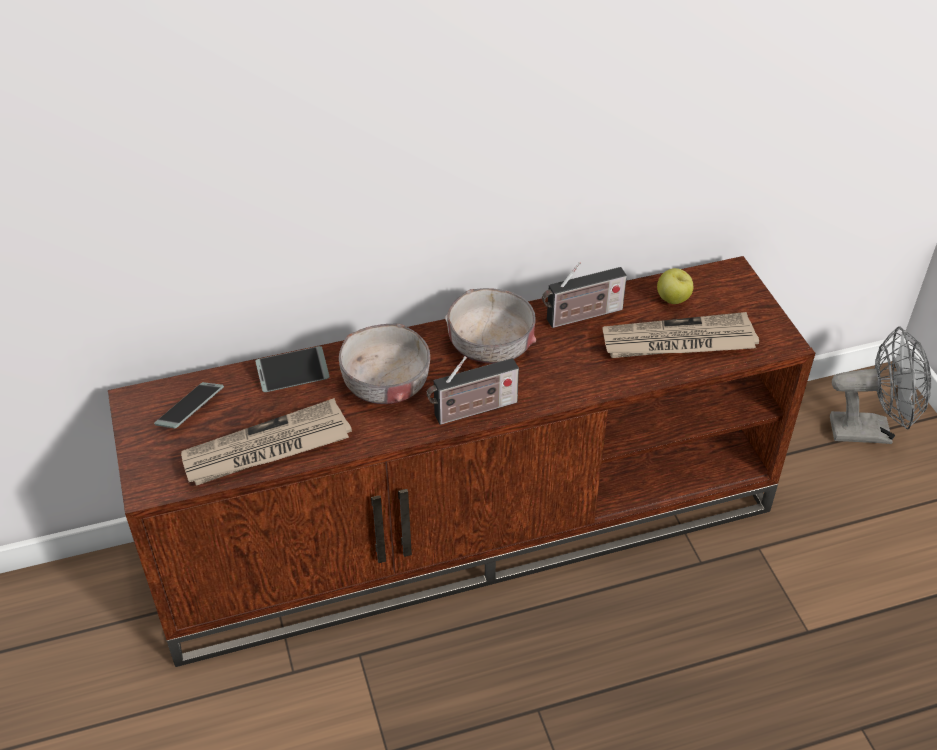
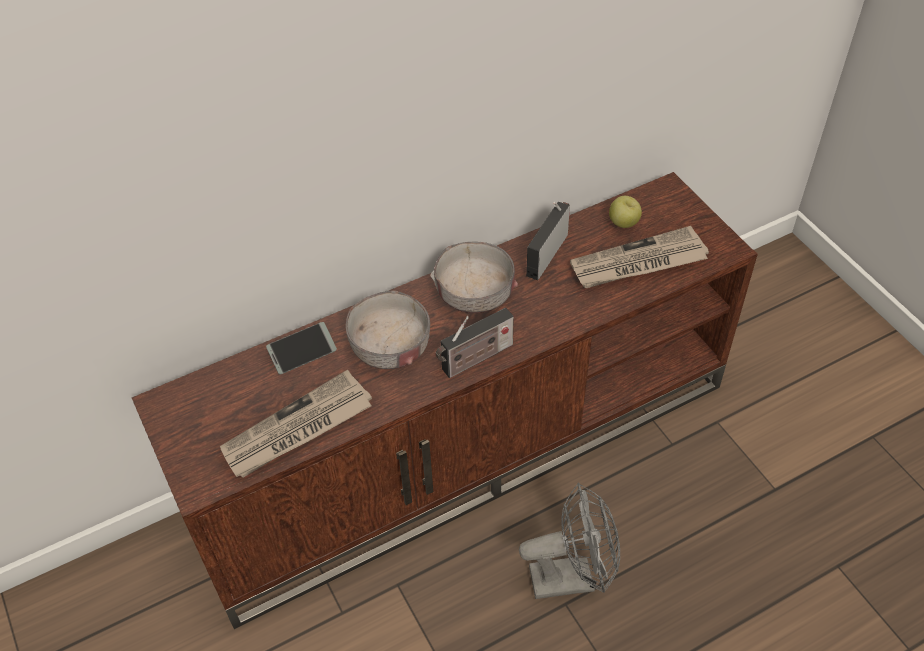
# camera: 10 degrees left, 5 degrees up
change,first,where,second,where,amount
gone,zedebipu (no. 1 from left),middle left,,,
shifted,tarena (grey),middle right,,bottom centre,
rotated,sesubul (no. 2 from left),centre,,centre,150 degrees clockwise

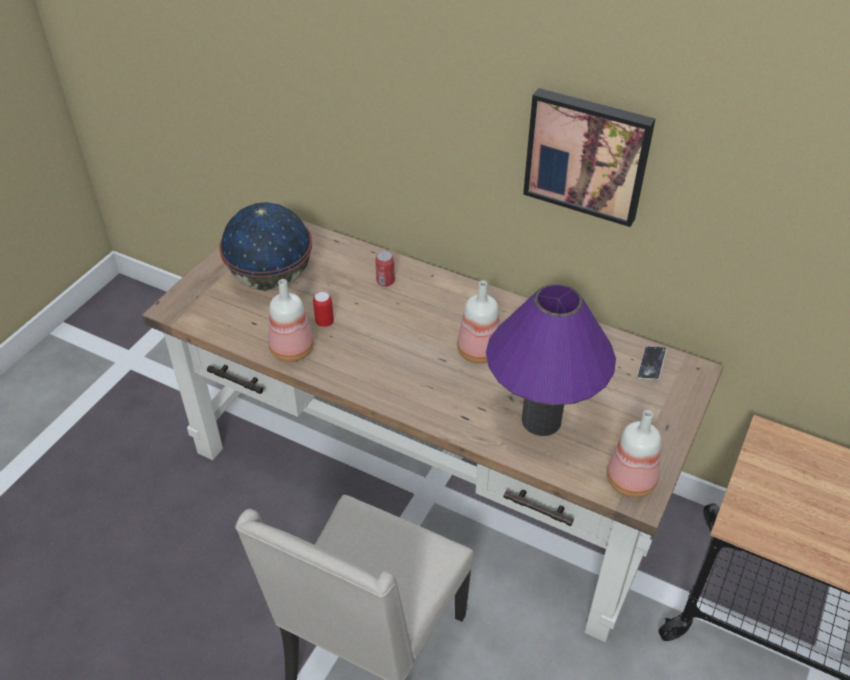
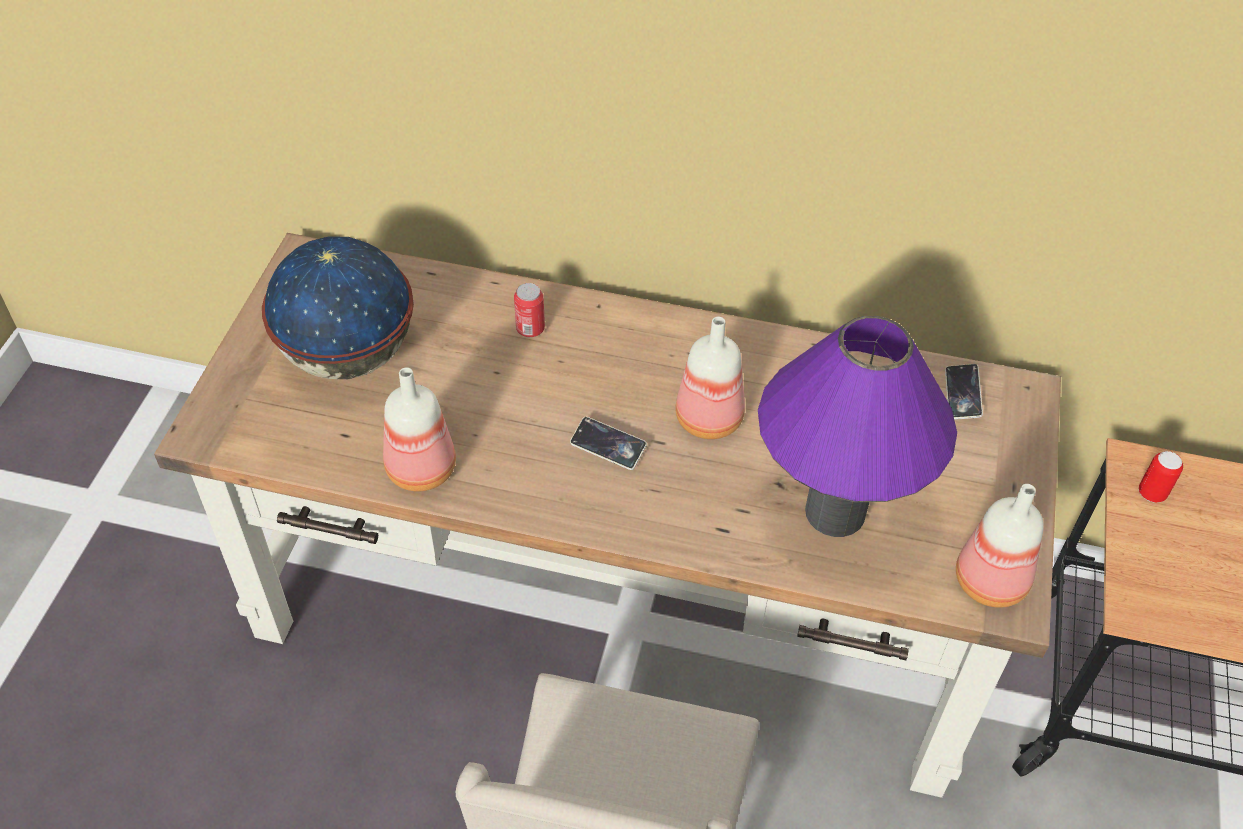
# camera: 15 degrees left, 5 degrees up
change,first,where,second,where,amount
gone,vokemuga,top right,,,
new,,,zedebipu (no. 1 from left),centre,
shifted,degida (no. 1 from left in the first image),centre,degida (no. 2 from left),middle right,

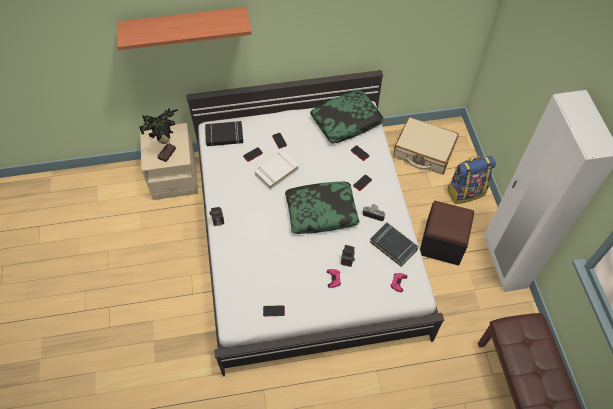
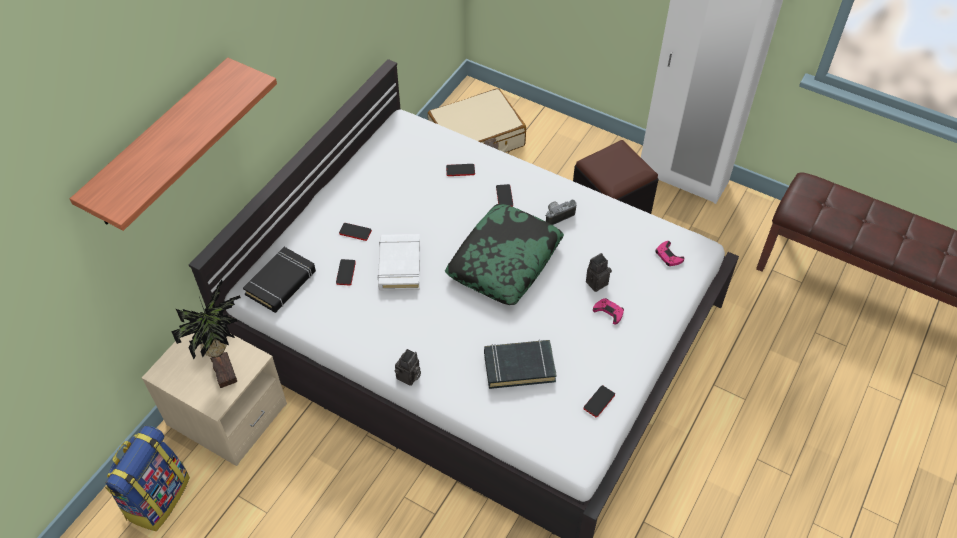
# camera: 50 degrees left, 5 degrees down
change,first,where,second,where,amount
gone,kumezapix (no. 2 from left),top centre,,,
shifted,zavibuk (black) (no. 2 from left),centre,,bottom centre,
shifted,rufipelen,middle right,,bottom left,

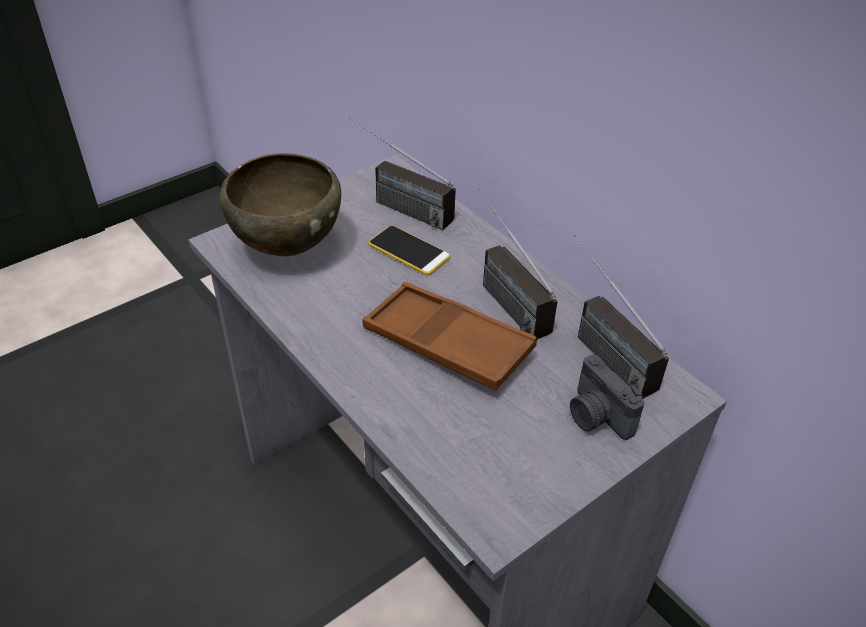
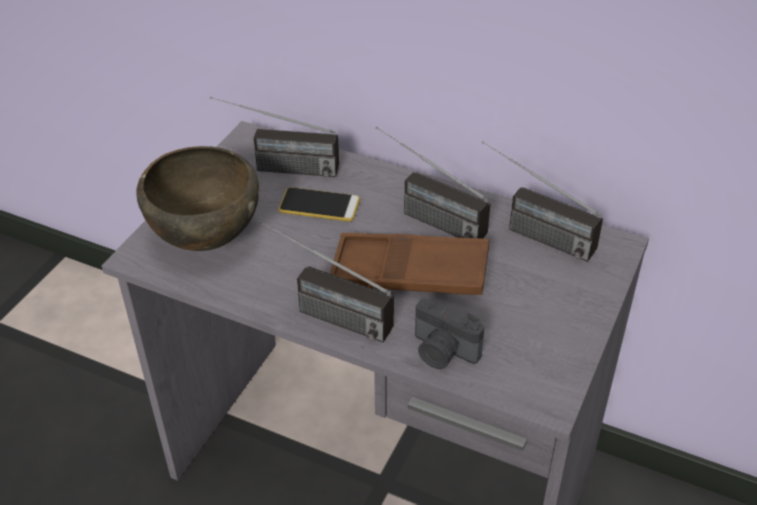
# camera: 25 degrees left, 0 degrees up
change,first,where,second,where,amount
new,,,sesubul (no. 2 from left),centre,
shifted,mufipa,middle right,,centre,

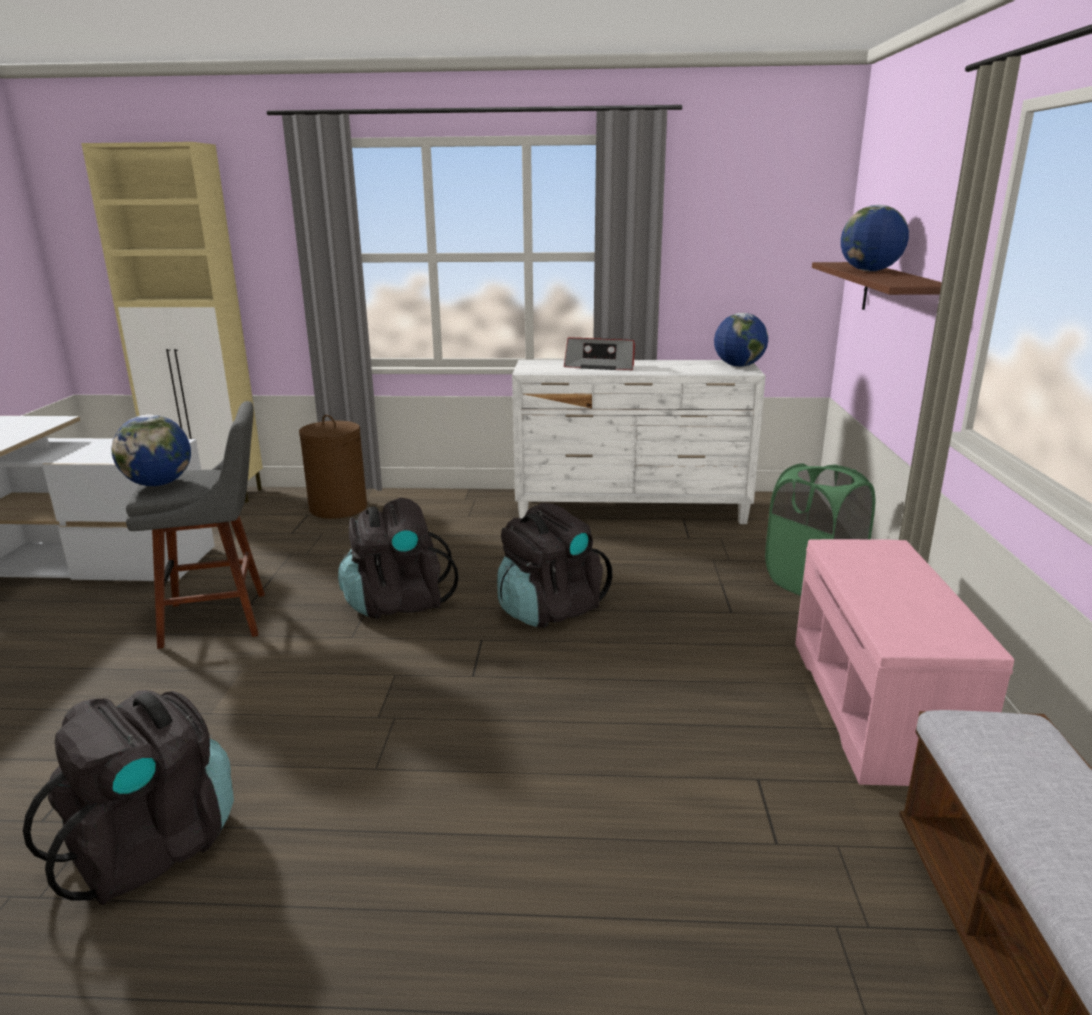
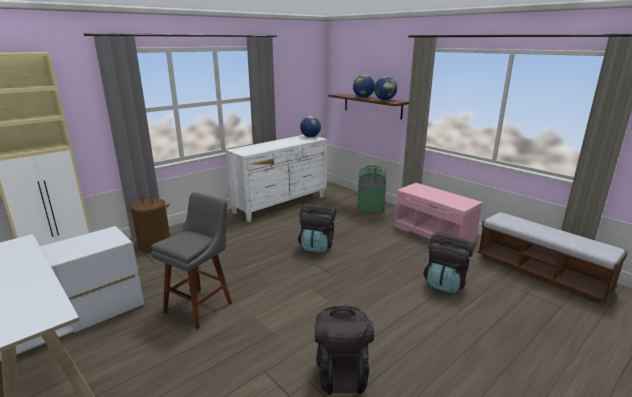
# camera: 45 degrees left, 0 degrees up
change,first,where,second,where,amount
gone,sesubul,centre,,,
shifted,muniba (no. 1 from left in the first image),middle left,muniba (no. 3 from left),top centre,
shifted,rufipelen (black) (no. 2 from left in the first image),centre,rufipelen (black) (no. 3 from left),middle right,

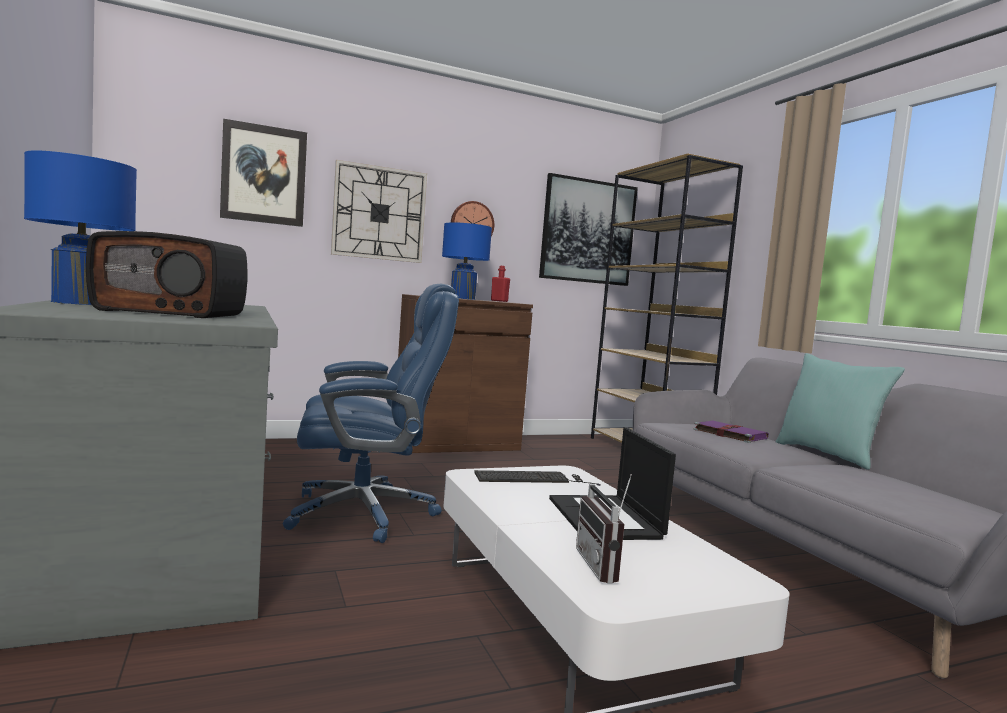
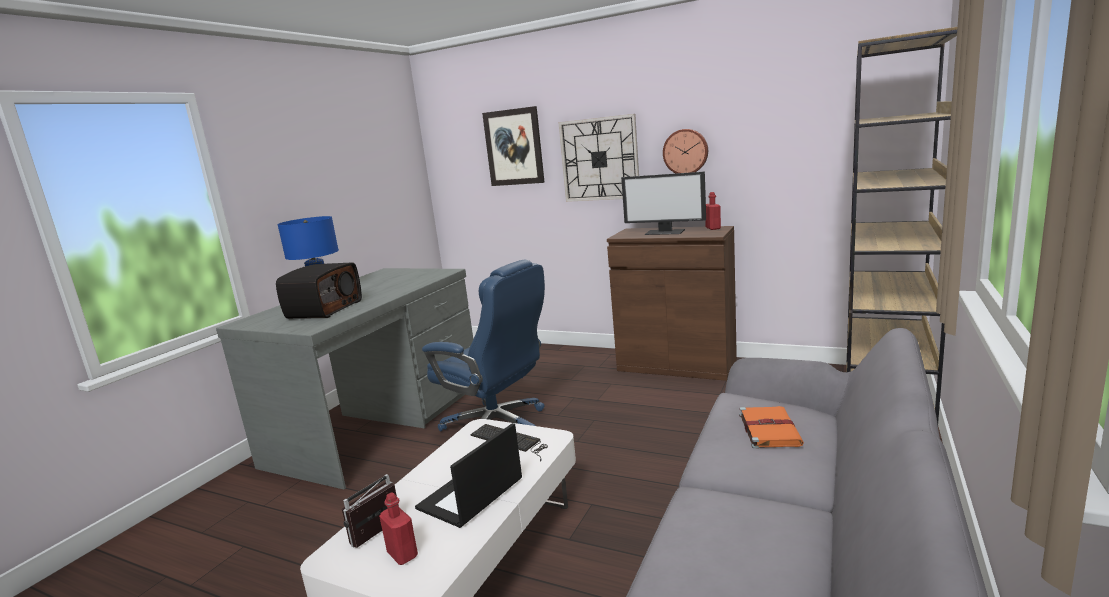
# camera: 50 degrees right, 10 degrees up
change,first,where,second,where,amount
gone,vokemuga (no. 2 from left),top centre,,,
gone,kumezapix (turquoise),middle right,,,
new,,,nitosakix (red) (no. 1 from left),bottom centre,
swapped,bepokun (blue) (no. 2 from left),centre,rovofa,centre,
repainted,zavibuk (purple),middle right,zavibuk (orange),bottom right,
rotated,sesubul (no. 1 from left),middle left,,middle left,120 degrees counterclockwise

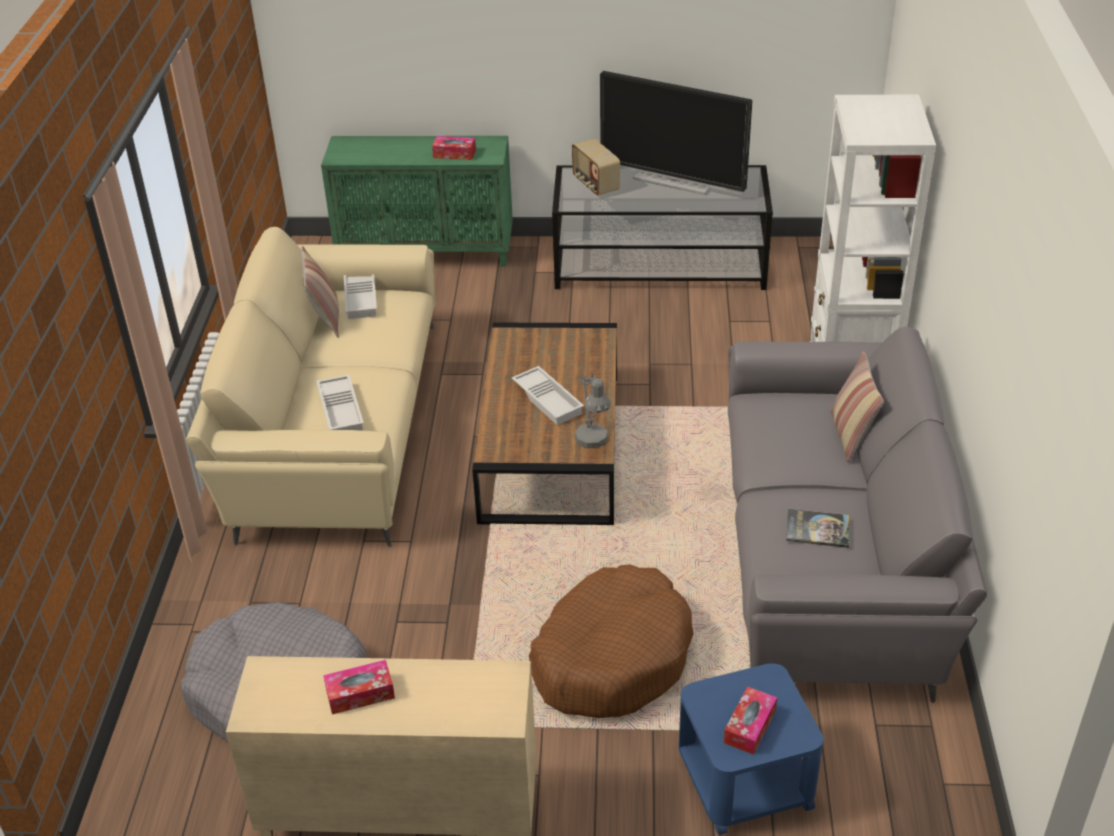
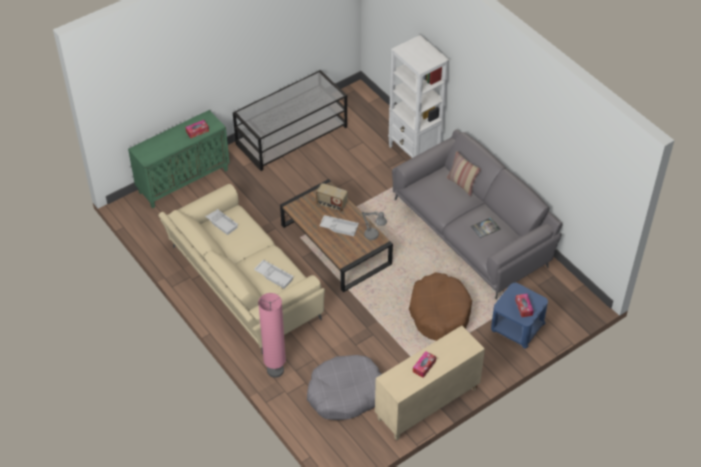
# camera: 40 degrees left, 10 degrees up
change,first,where,second,where,amount
gone,kumezapix (no. 1 from left),middle left,,,
gone,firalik,top centre,,,
new,,,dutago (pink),bottom centre,
shifted,sesubul,top centre,,centre,

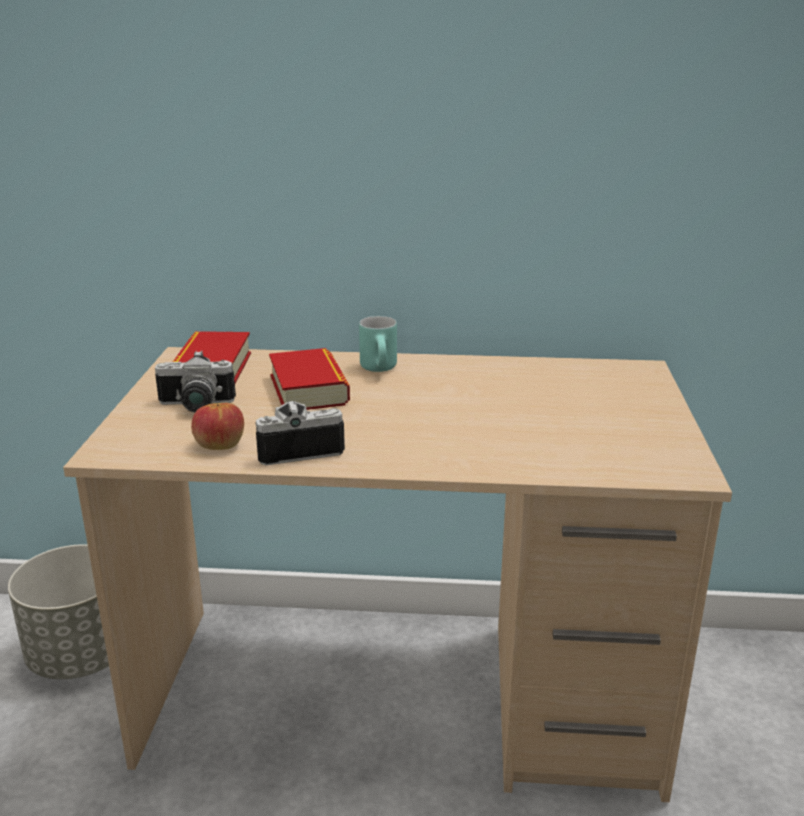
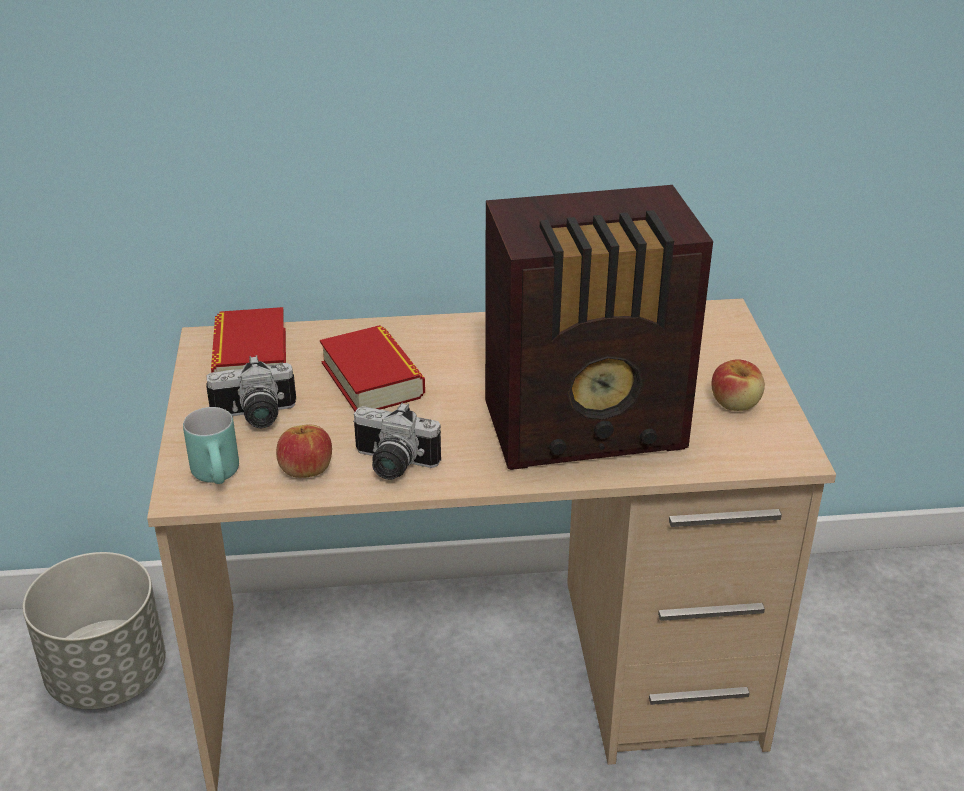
# camera: 10 degrees left, 10 degrees up
change,first,where,second,where,amount
new,,,sesubul,centre,
new,,,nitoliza (no. 2 from left),middle right,
shifted,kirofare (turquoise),centre,,middle left,
rotated,mufipa (no. 2 from left),centre,,centre,135 degrees counterclockwise

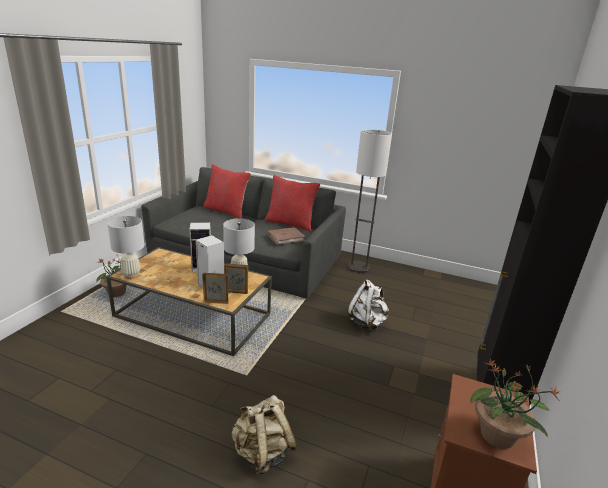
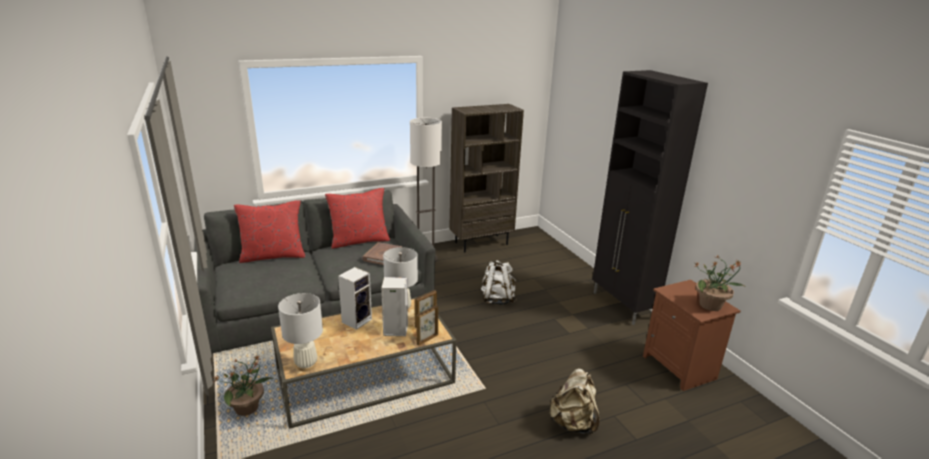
# camera: 45 degrees left, 0 degrees up
change,first,where,second,where,amount
new,,,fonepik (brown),centre,

